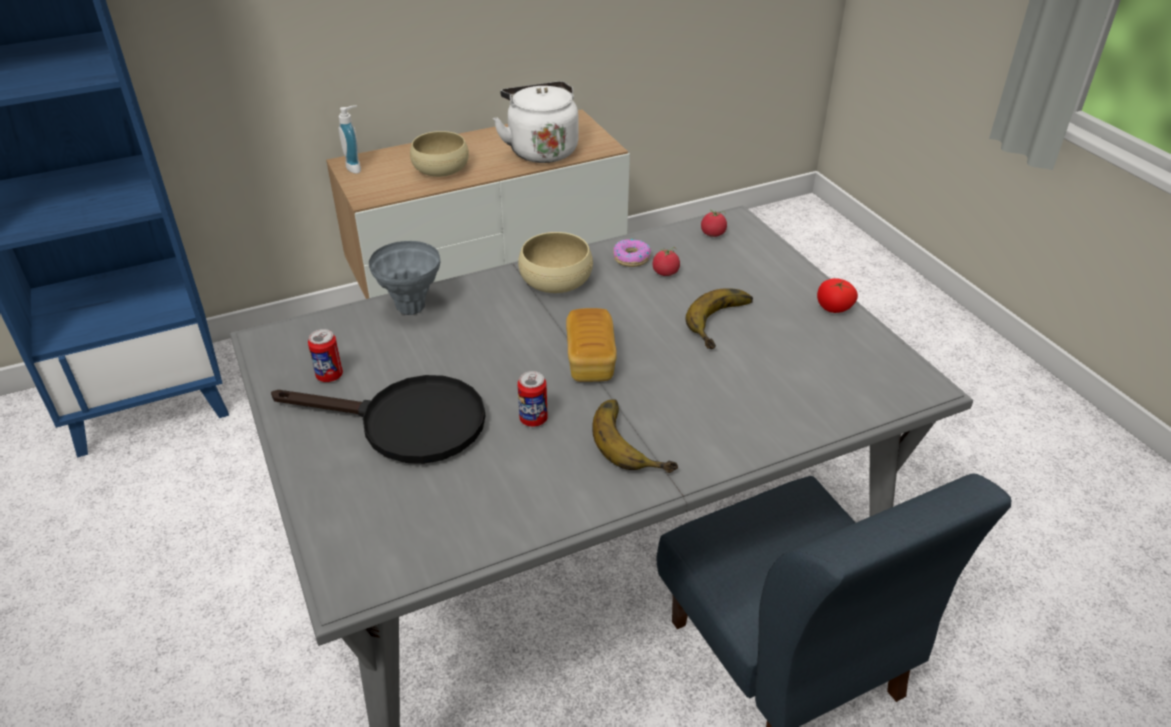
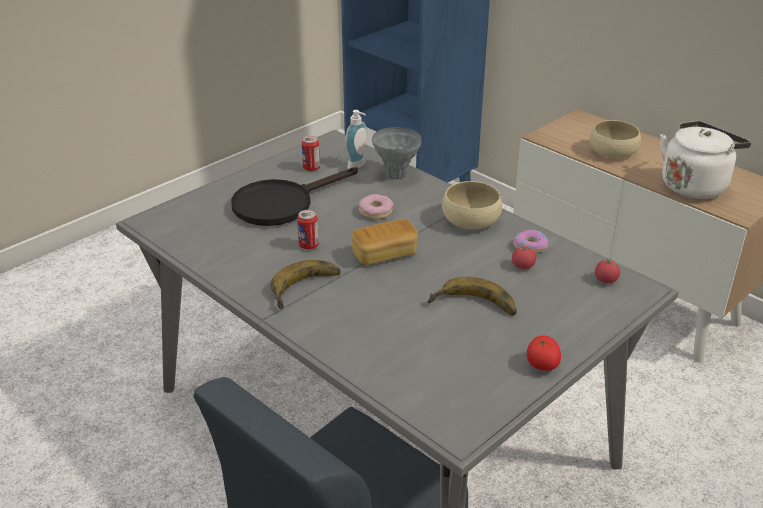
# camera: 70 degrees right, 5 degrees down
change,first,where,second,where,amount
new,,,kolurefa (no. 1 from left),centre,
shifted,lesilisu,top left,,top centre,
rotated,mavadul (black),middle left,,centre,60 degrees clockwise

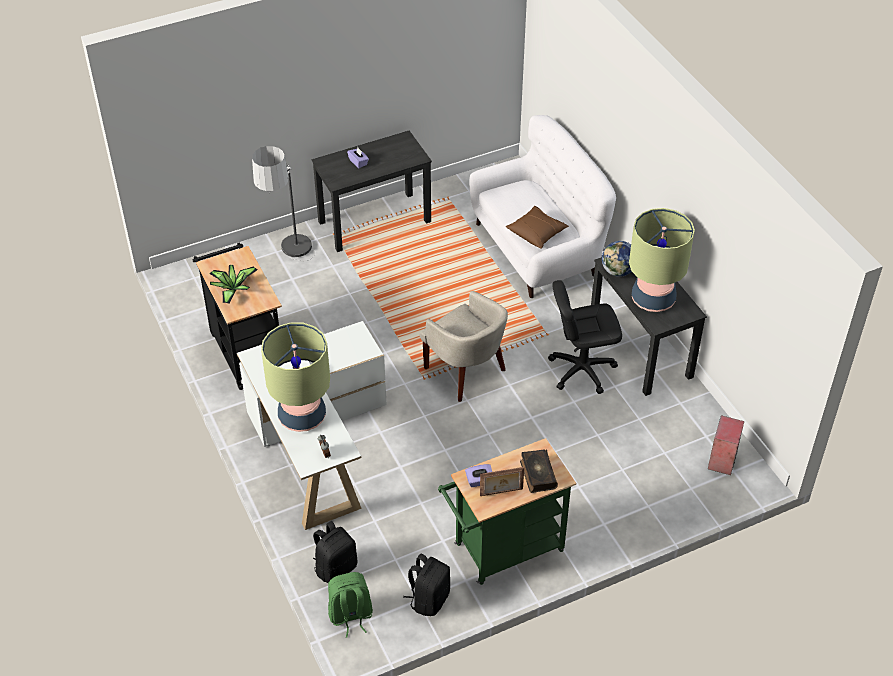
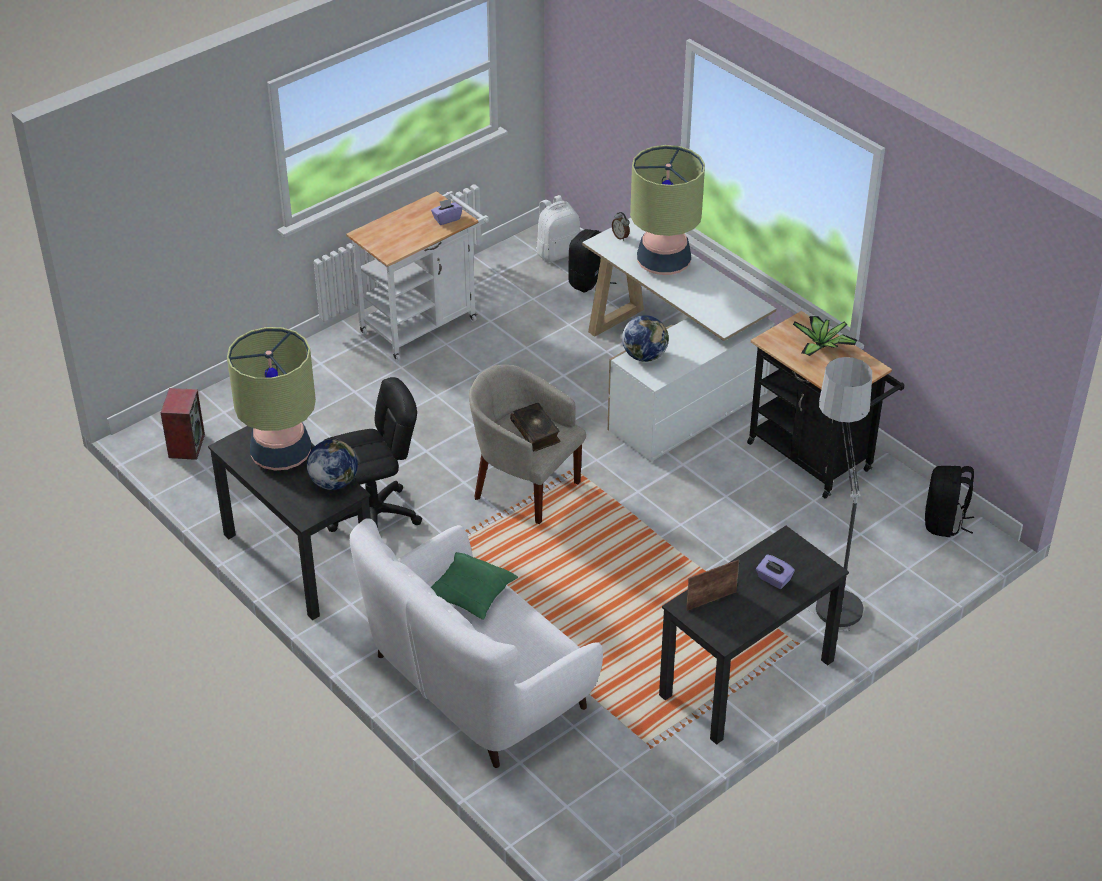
# camera: 165 degrees right, 5 degrees down
change,first,where,second,where,amount
new,,,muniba (no. 2 from left),centre,
shifted,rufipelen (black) (no. 2 from left),bottom centre,,middle right,
shifted,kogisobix,bottom centre,,centre,
shifted,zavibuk,bottom centre,,centre,
repainted,rufipelen (green),bottom centre,rufipelen (white),top centre,
repainted,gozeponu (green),bottom centre,gozeponu (white),top centre,
repainted,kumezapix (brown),centre,kumezapix (green),centre,

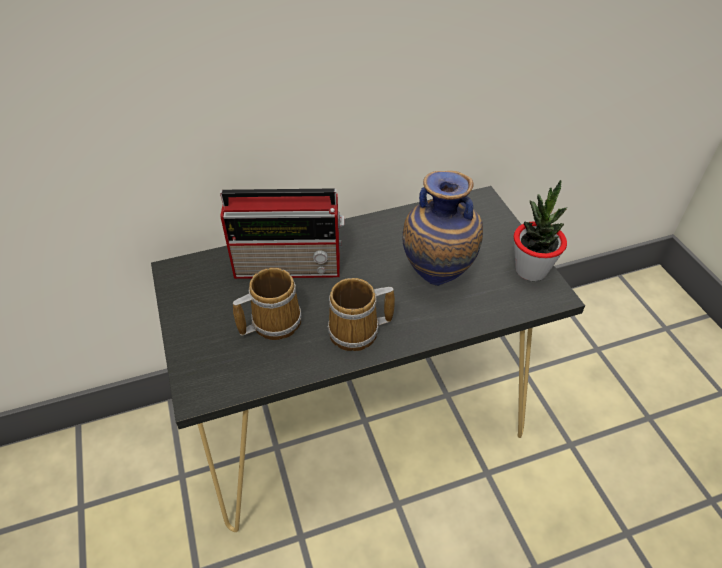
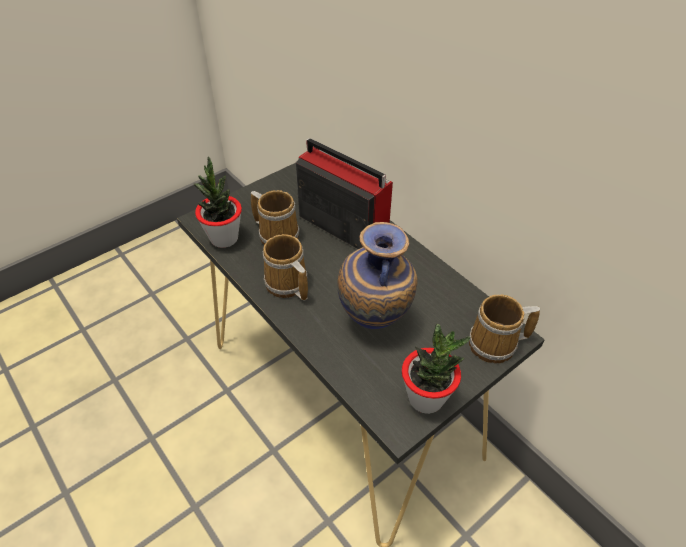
# camera: 70 degrees right, 0 degrees up
change,first,where,second,where,amount
new,,,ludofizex (no. 1 from left),middle left,
new,,,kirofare (no. 3 from left),middle right,
rotated,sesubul,centre,,centre,150 degrees clockwise

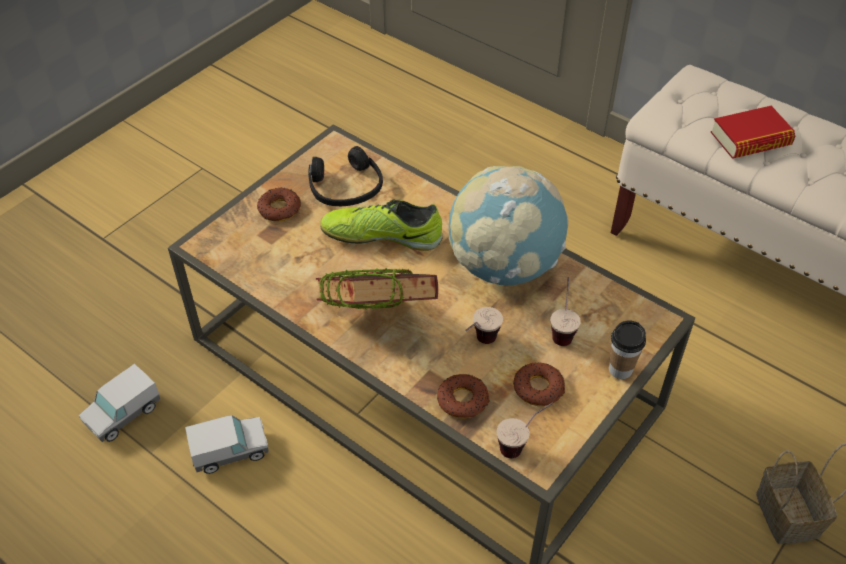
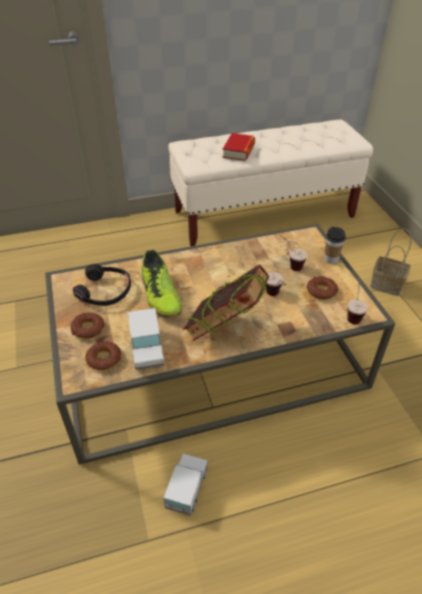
# camera: 55 degrees left, 5 degrees down
change,first,where,second,where,amount
gone,muniba,centre,,,
shifted,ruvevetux (no. 1 from left),bottom left,,centre,
shifted,kolurefa (no. 2 from left),bottom centre,,middle left,
rotated,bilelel,centre,,centre,60 degrees counterclockwise

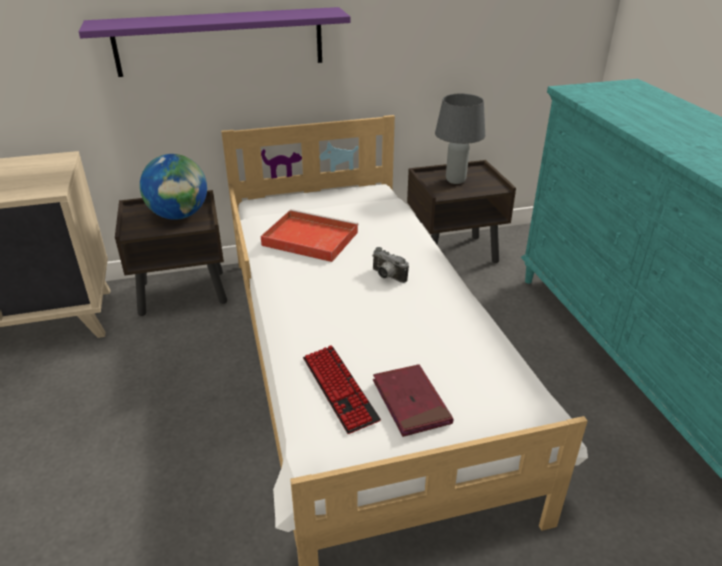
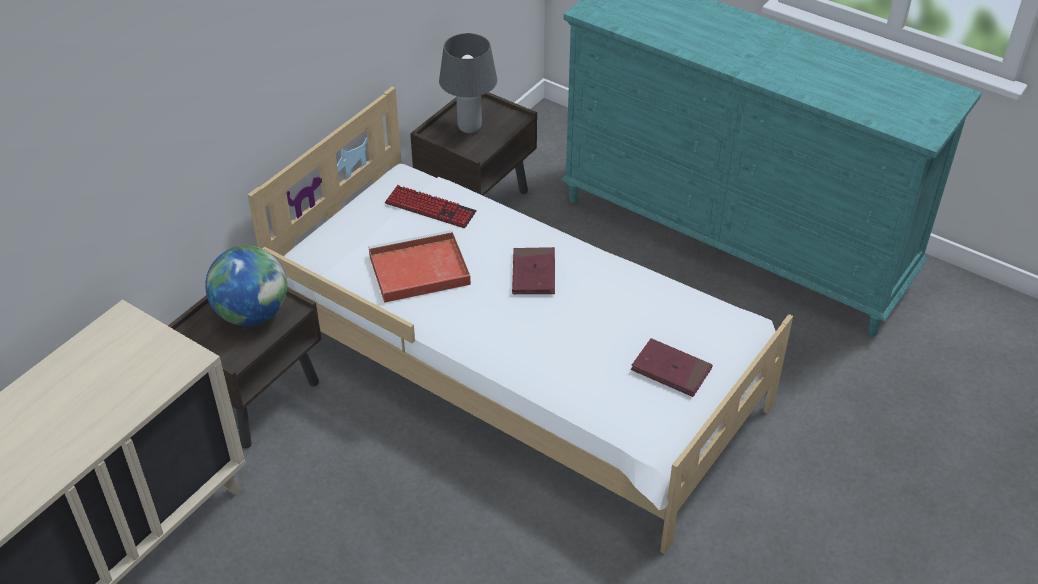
# camera: 40 degrees left, 10 degrees up
change,first,where,second,where,amount
gone,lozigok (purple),top left,,,
shifted,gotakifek,bottom centre,,centre,
swapped,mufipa,centre,zavibuk (red) (no. 1 from left),centre,

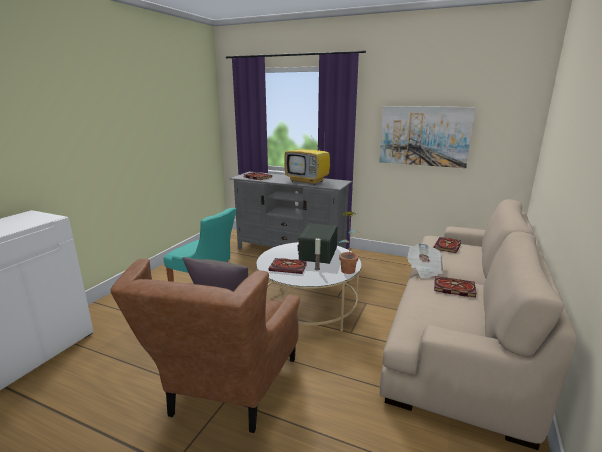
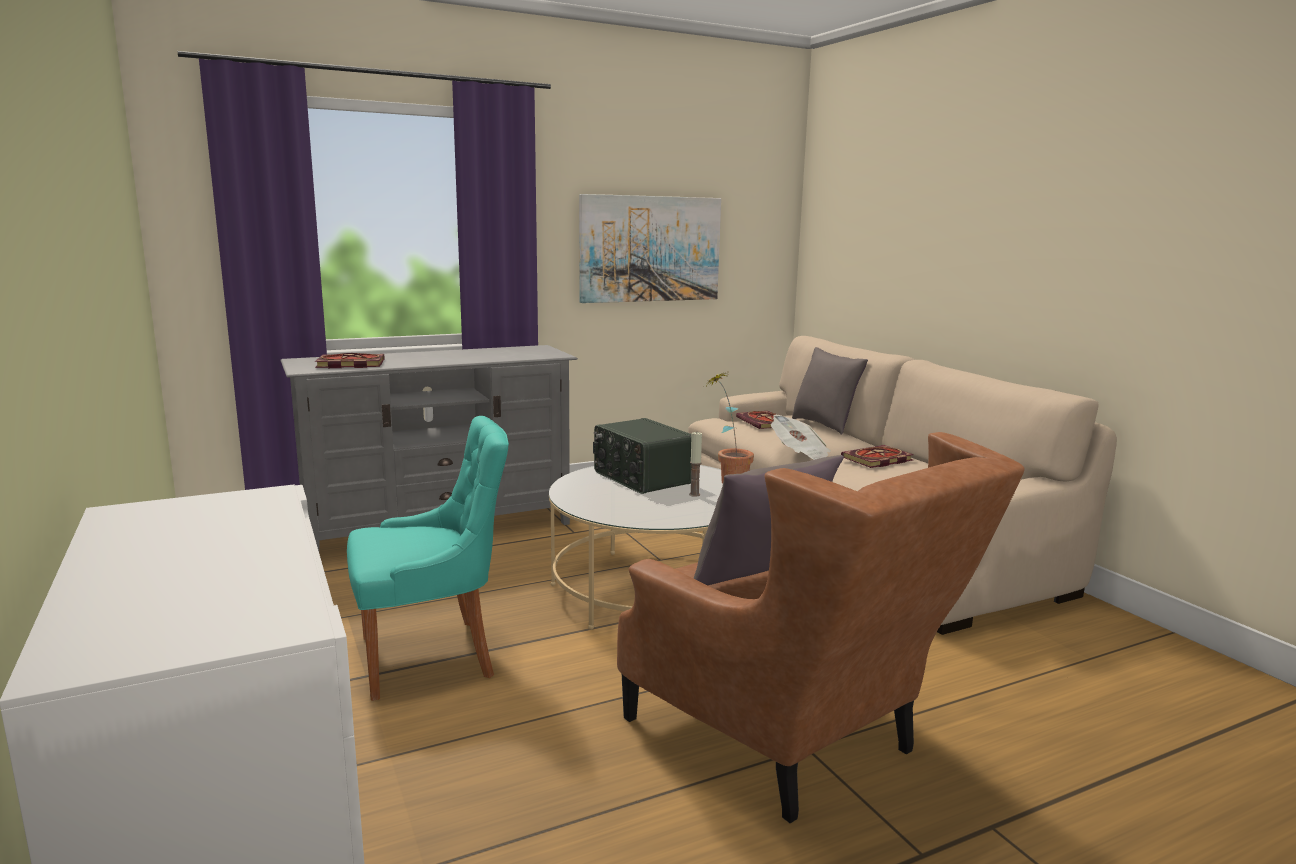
# camera: 50 degrees left, 5 degrees down
change,first,where,second,where,amount
gone,zavibuk (no. 2 from left),centre,,,
gone,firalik,centre,,,
new,,,kumezapix (grey) (no. 2 from left),centre,

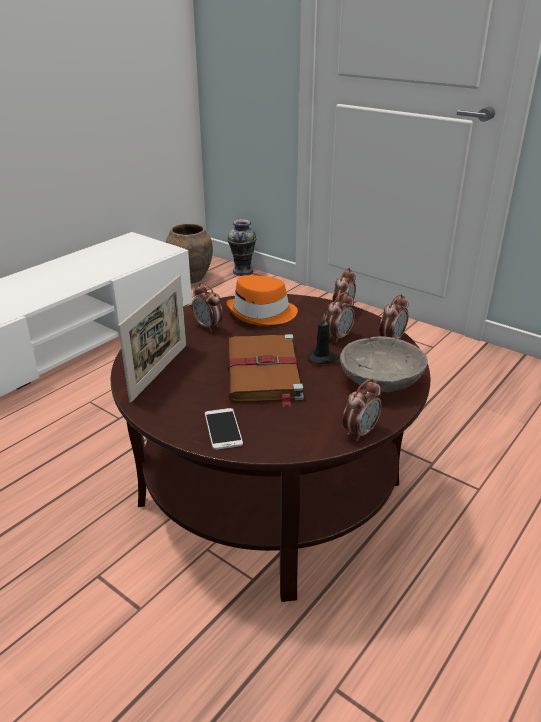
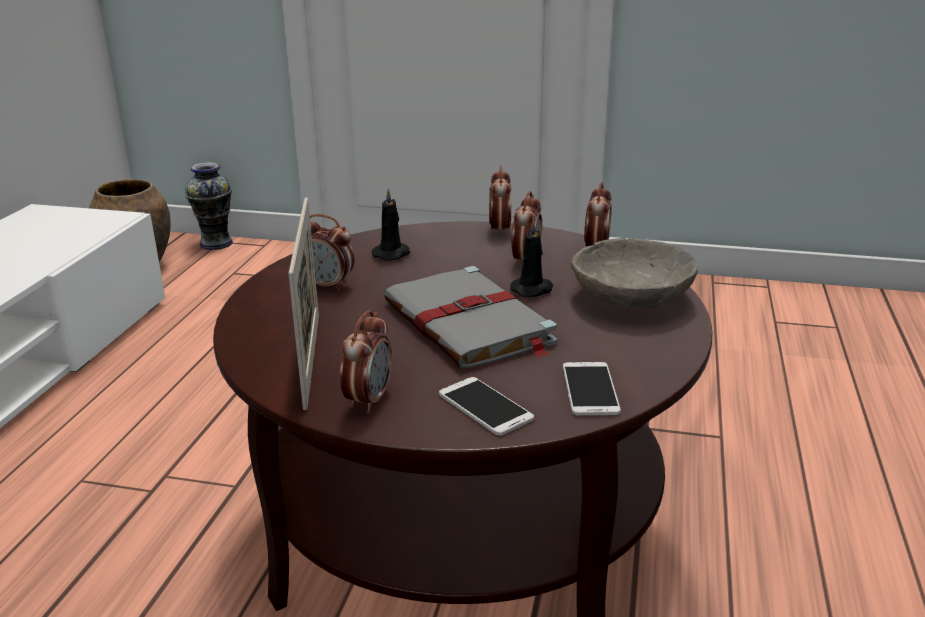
# camera: 25 degrees left, 5 degrees down
change,first,where,second,where,amount
new,,,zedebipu (no. 2 from left),centre,
shifted,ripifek (no. 4 from left in the first image),middle right,ripifek (no. 2 from left),centre,
swapped,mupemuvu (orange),centre,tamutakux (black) (no. 1 from left),centre,
repainted,zavibuk (brown),centre,zavibuk (grey),centre,

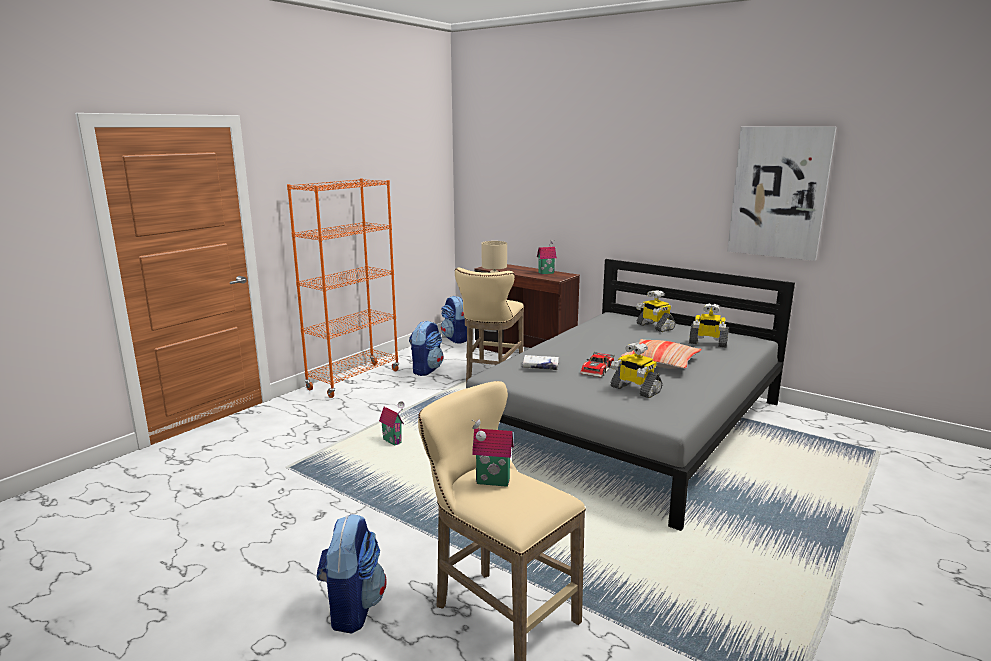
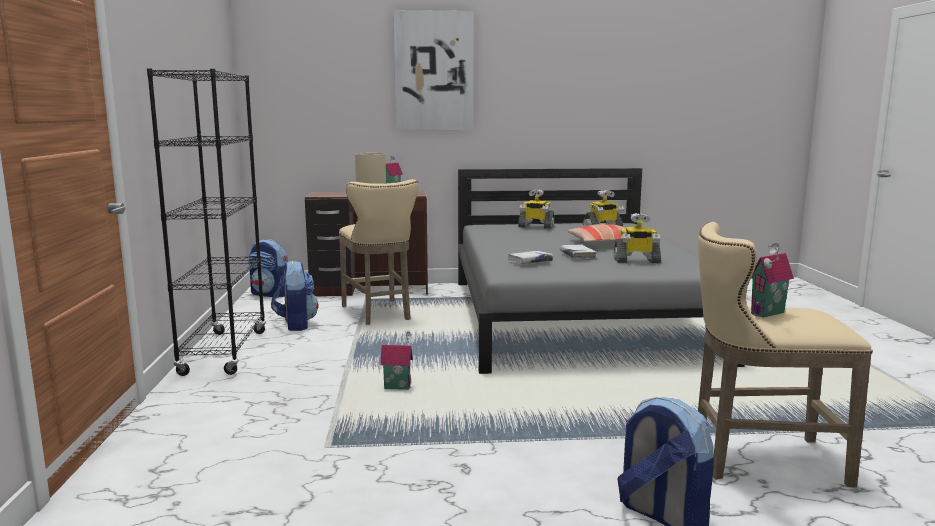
# camera: 40 degrees left, 5 degrees down
change,first,where,second,where,amount
shifted,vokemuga,top right,,top centre,
swapped,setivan,centre,zavibuk (white) (no. 2 from left),centre,
repainted,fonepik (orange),centre,fonepik (black),middle left,

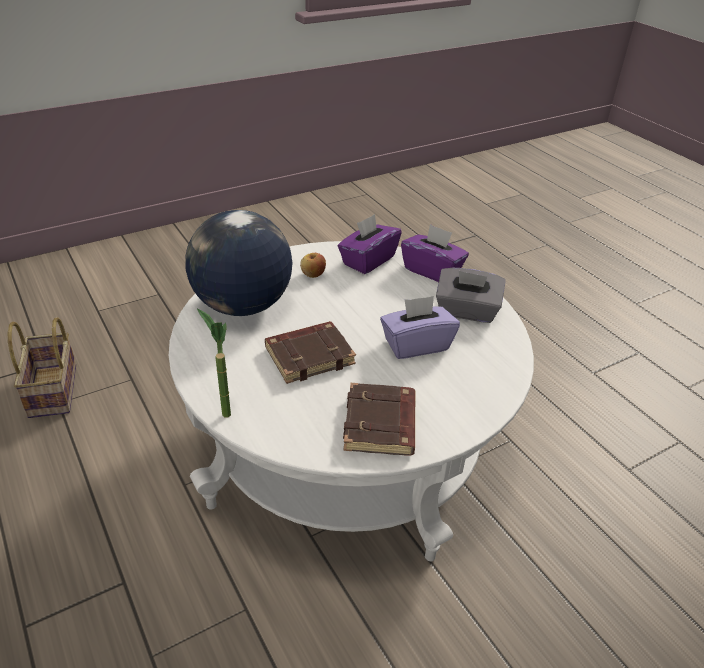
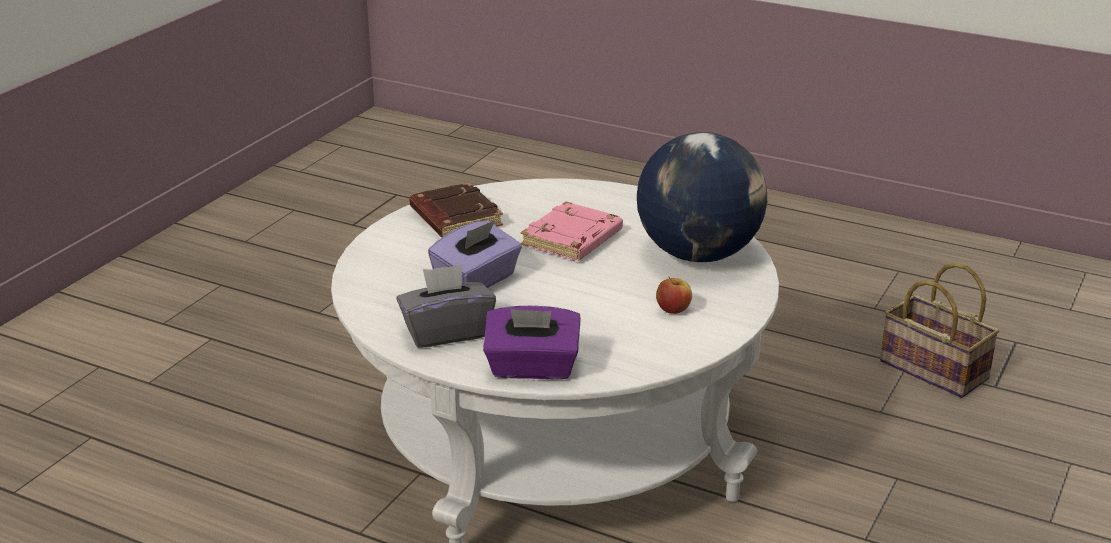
# camera: 150 degrees right, 10 degrees down
change,first,where,second,where,amount
gone,ludofizex,middle left,,,
gone,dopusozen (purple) (no. 1 from left),centre,,,
repainted,zavibuk (brown) (no. 1 from left),centre,zavibuk (pink),centre,

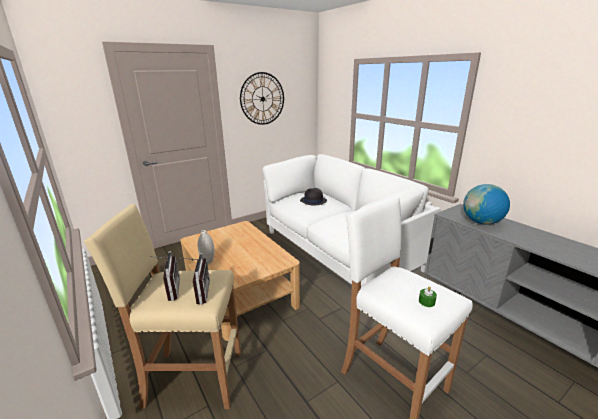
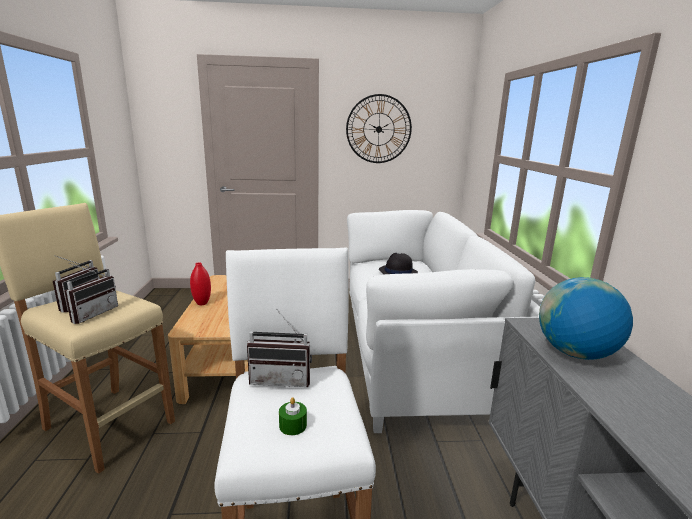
# camera: 30 degrees right, 5 degrees down
change,first,where,second,where,amount
new,,,sesubul (no. 3 from left),bottom centre,
repainted,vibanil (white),centre,vibanil (red),middle left,

